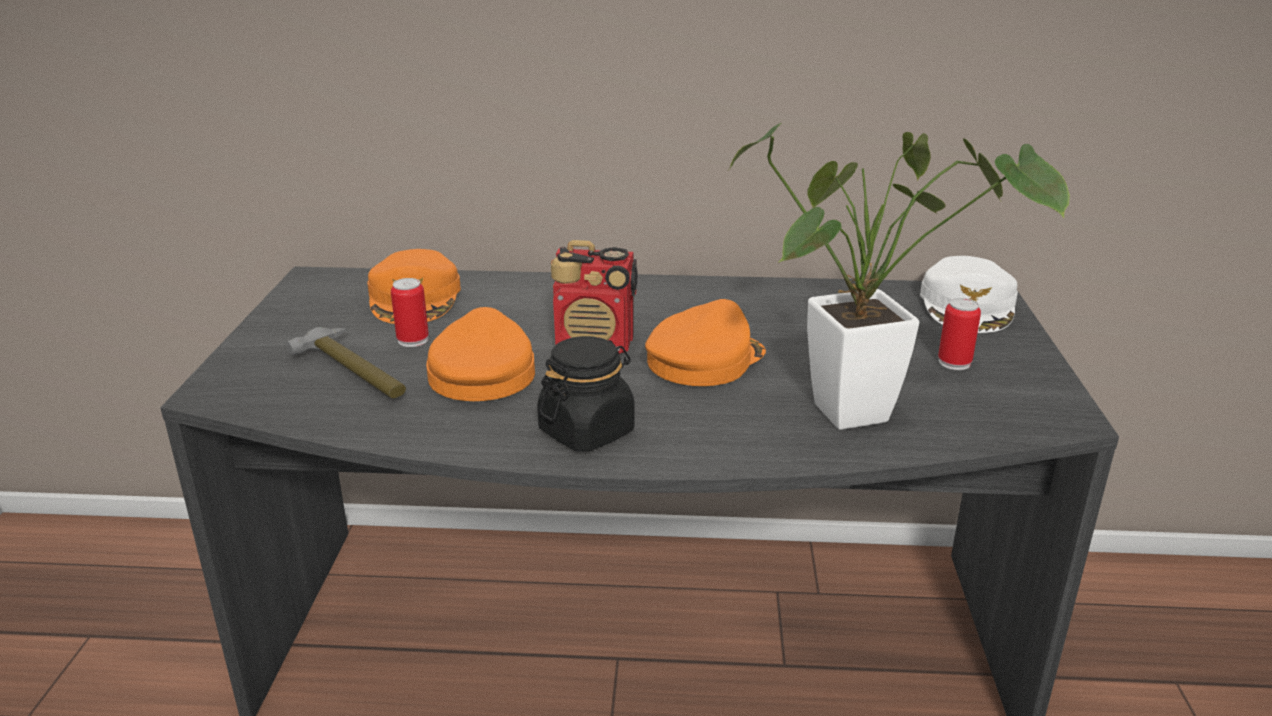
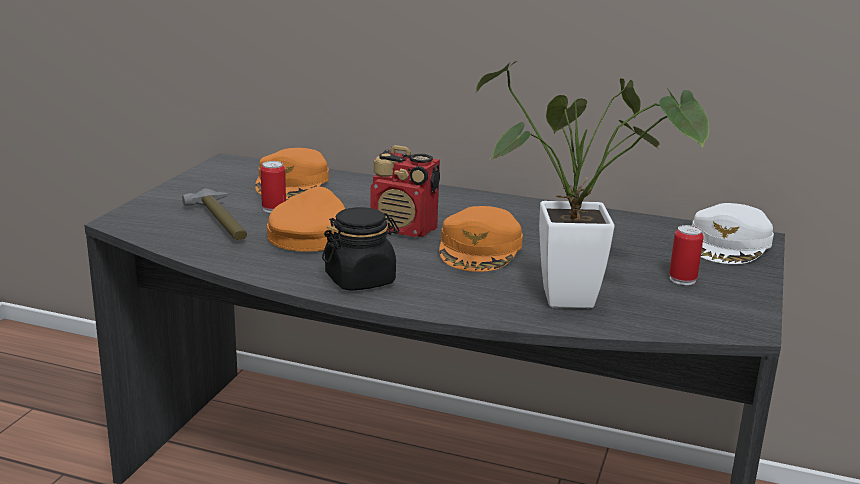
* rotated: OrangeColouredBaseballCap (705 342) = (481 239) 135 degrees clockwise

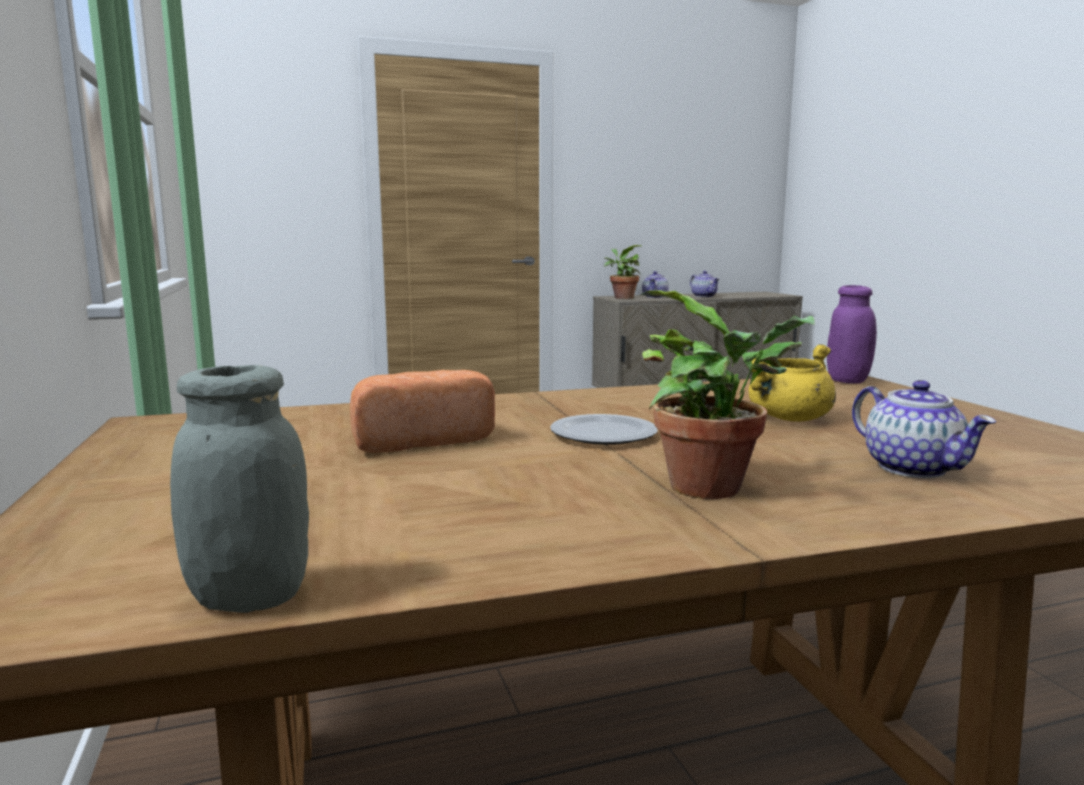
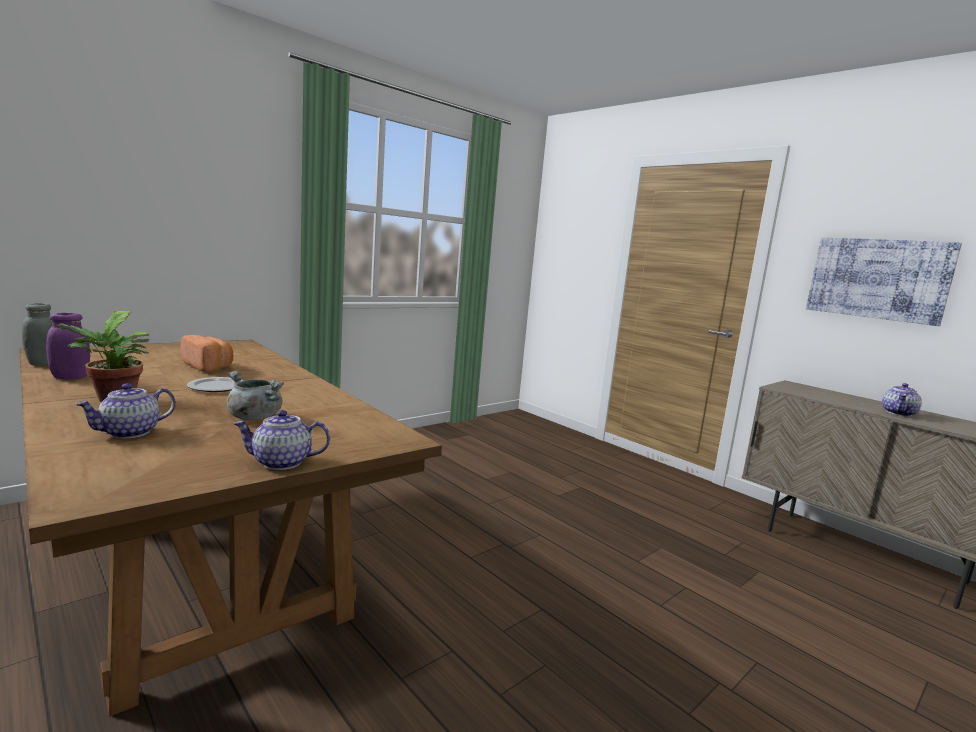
* gone: Houseplant (623 272)
* shifted: Teapot (655 284) to (281 440)
* repainted: YellowishCookingPot (792 383) to GrayCookingPot (255 395)
* shifted: PurplishStorageJar (852 334) to (68 346)
* new: Picture (884 281)

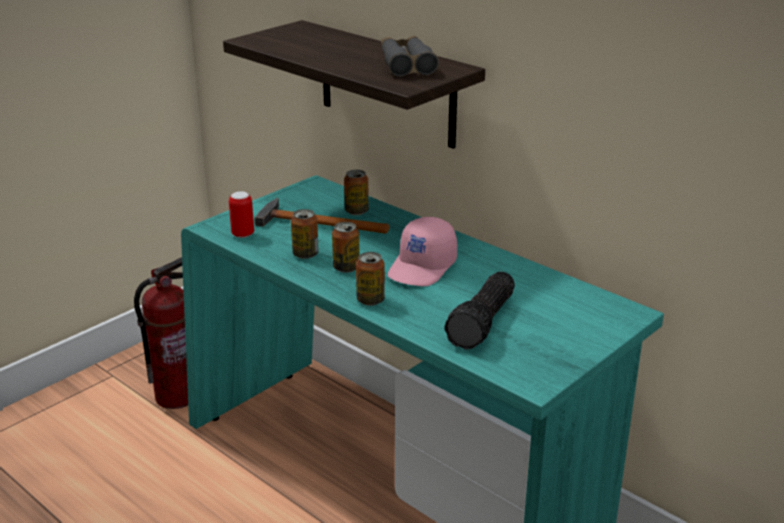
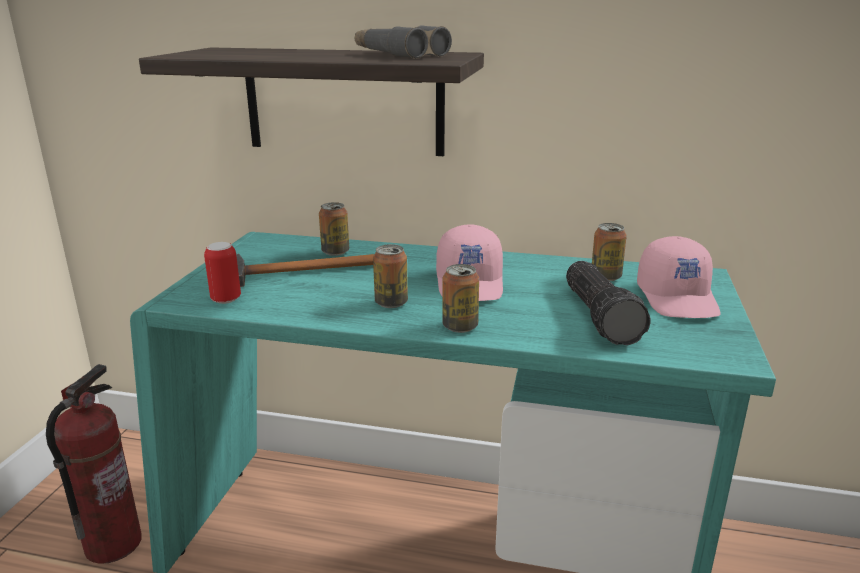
* shifted: SealedCan (305 234) to (609 252)
* new: PinkBaseballCap (679 277)

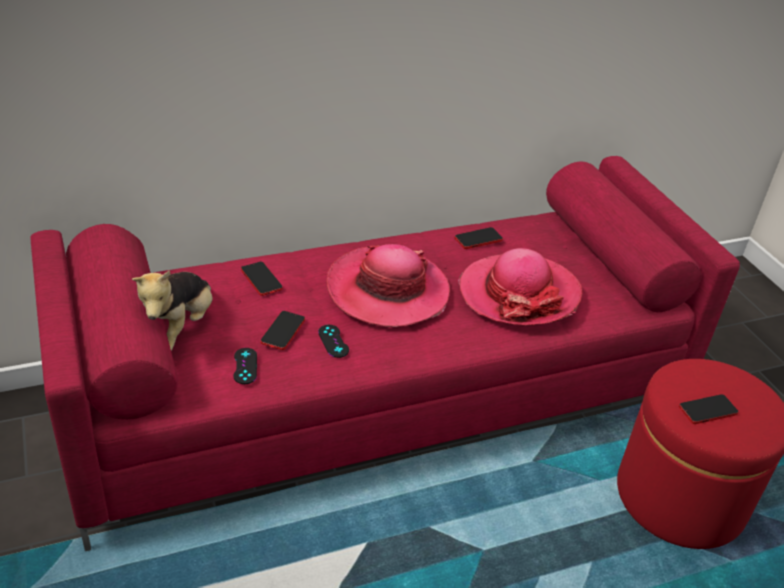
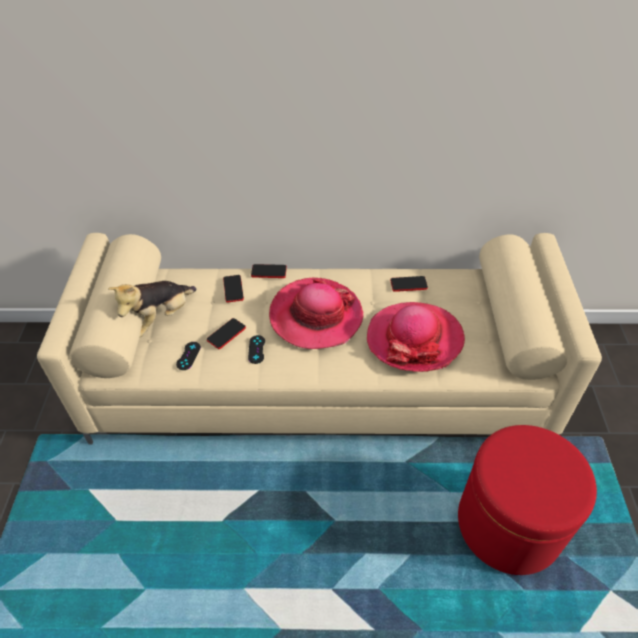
* repainted: RedColouredSettee (385 353) to BeigeSettee (319 339)
* shifted: Telephone (709 409) to (269 271)

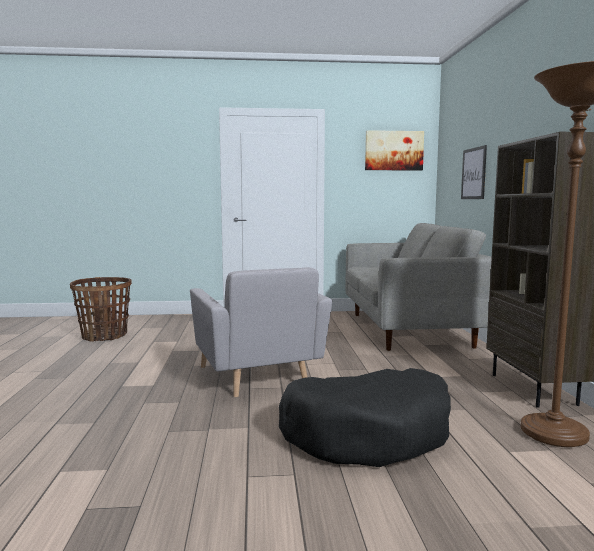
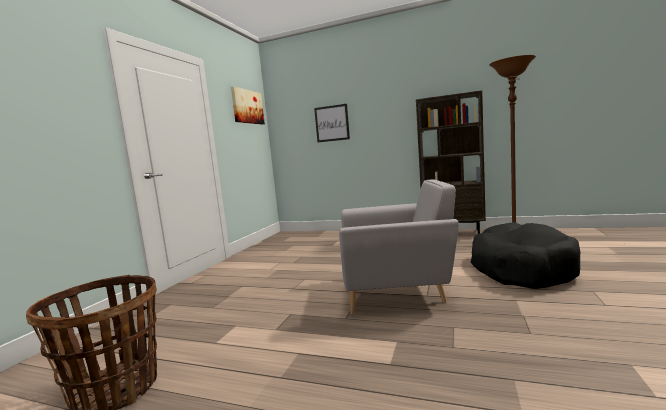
* gone: GraySettee (418 287)

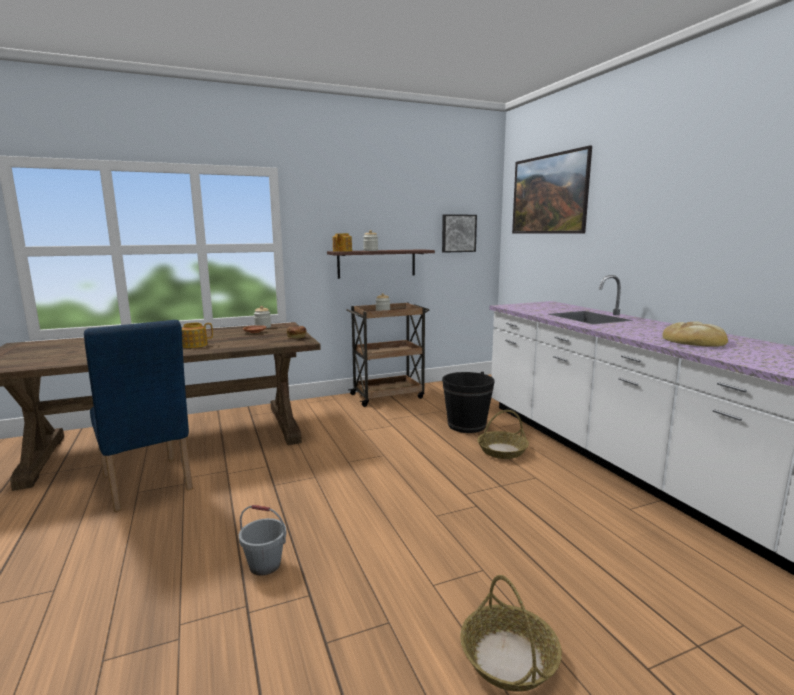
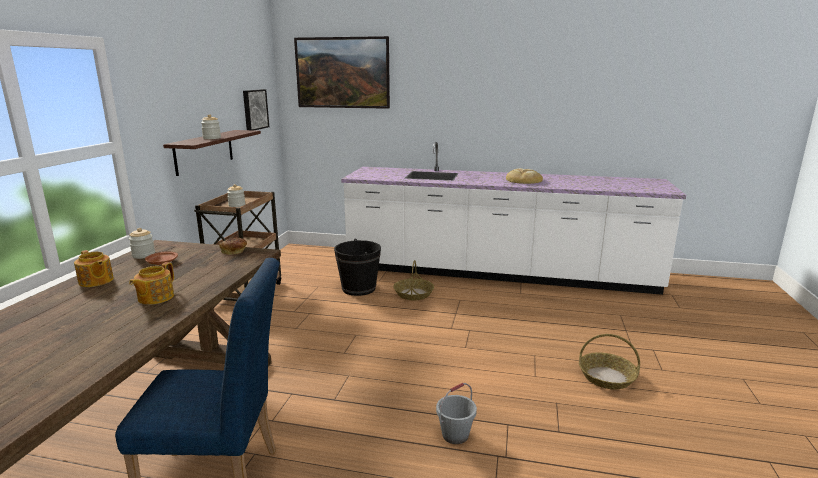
* shifted: Teapot (342 242) to (94 268)

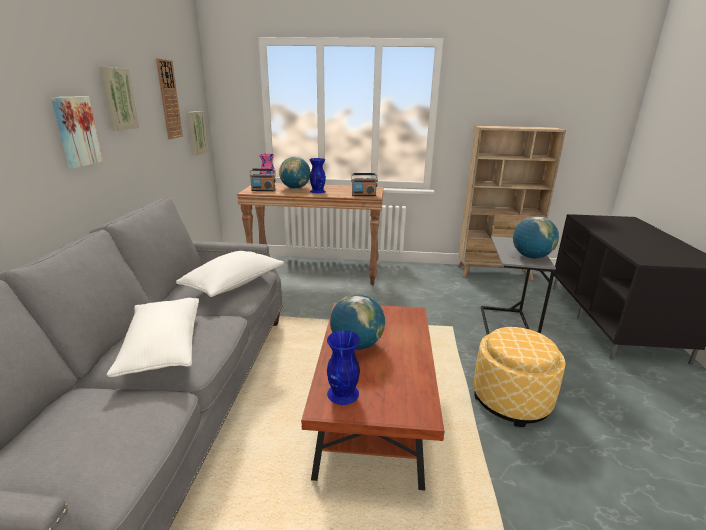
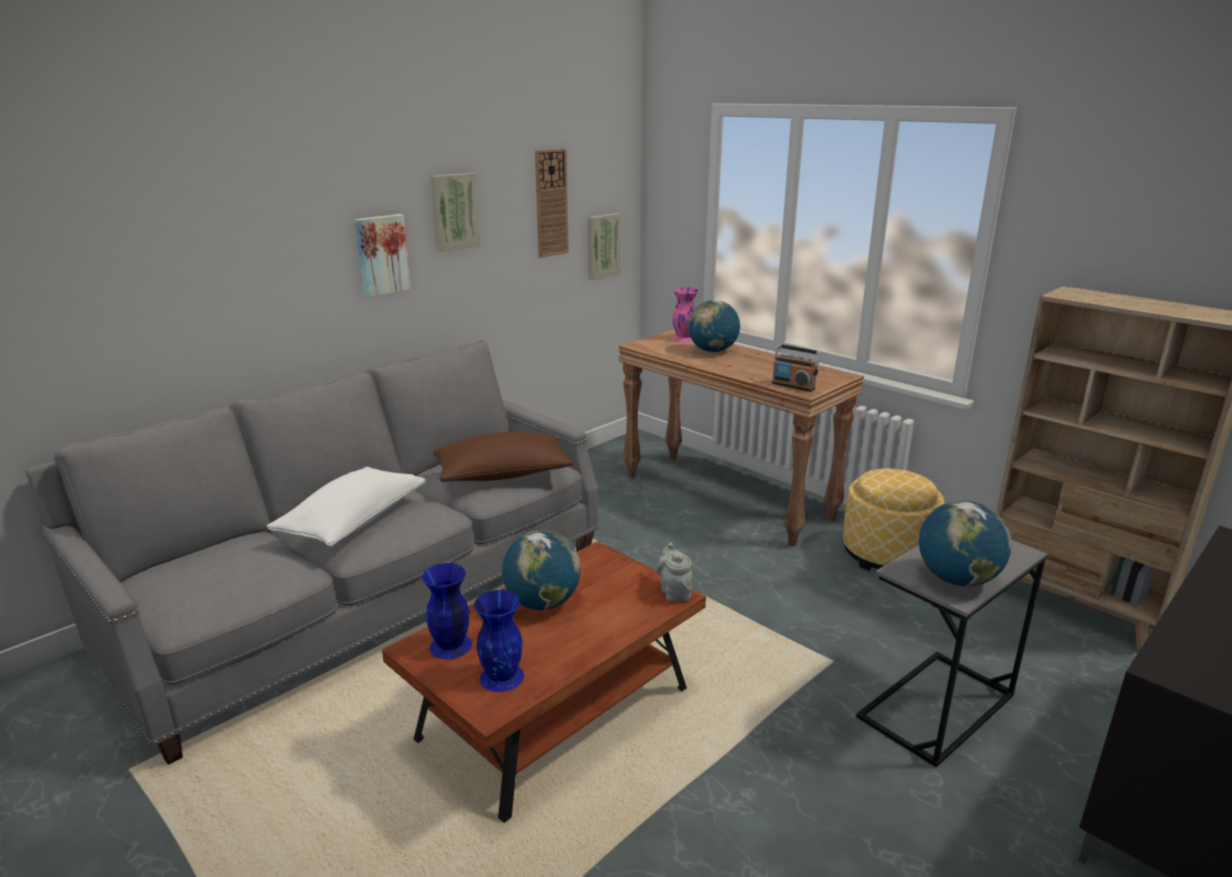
* repainted: WhiteColouredCushion (230 274) to BrownColouredCushion (503 456)
* gone: RadioReceiver (263 180)
* shifted: BlueDecorativeVase (317 175) to (499 641)
* shifted: Pouffe (520 377) to (894 519)
* new: GrayTeapot (674 572)

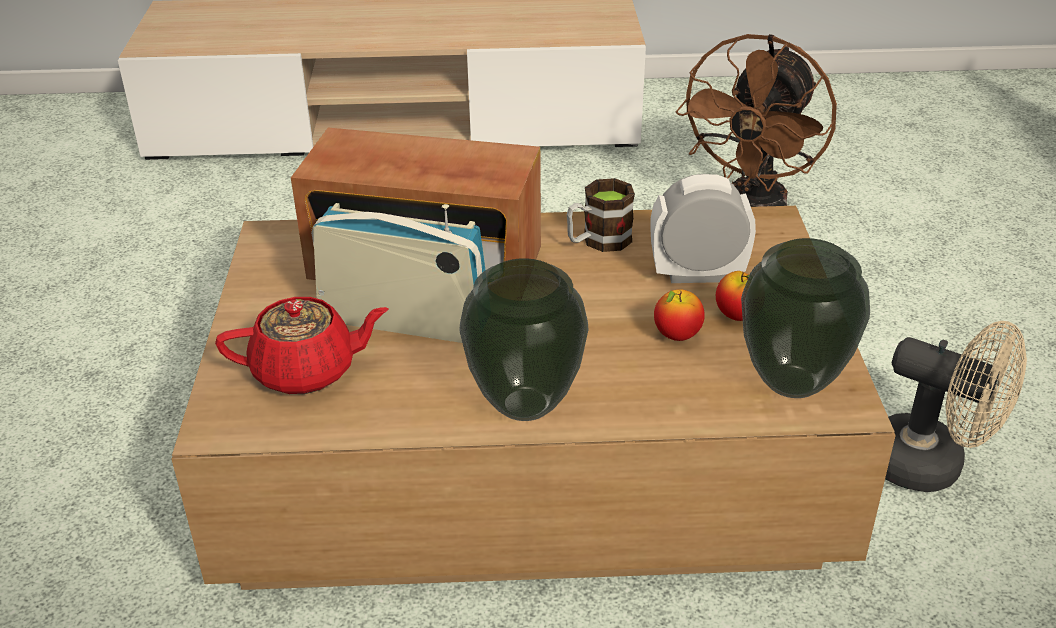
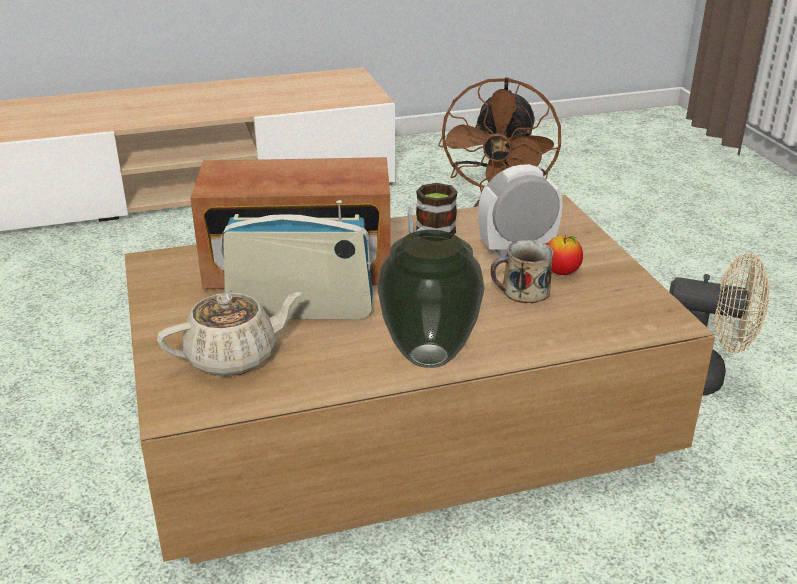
* repainted: RedColouredTeapot (302 345) to BeigeTeapot (229 334)
* swapped: WholeApple (679 315) to TeaMug (522 271)
* gone: DecorativeVase (805 318)

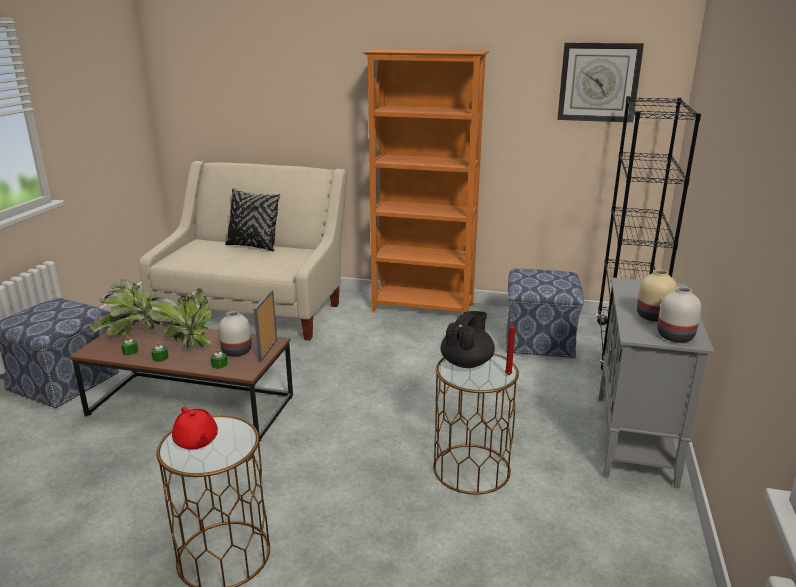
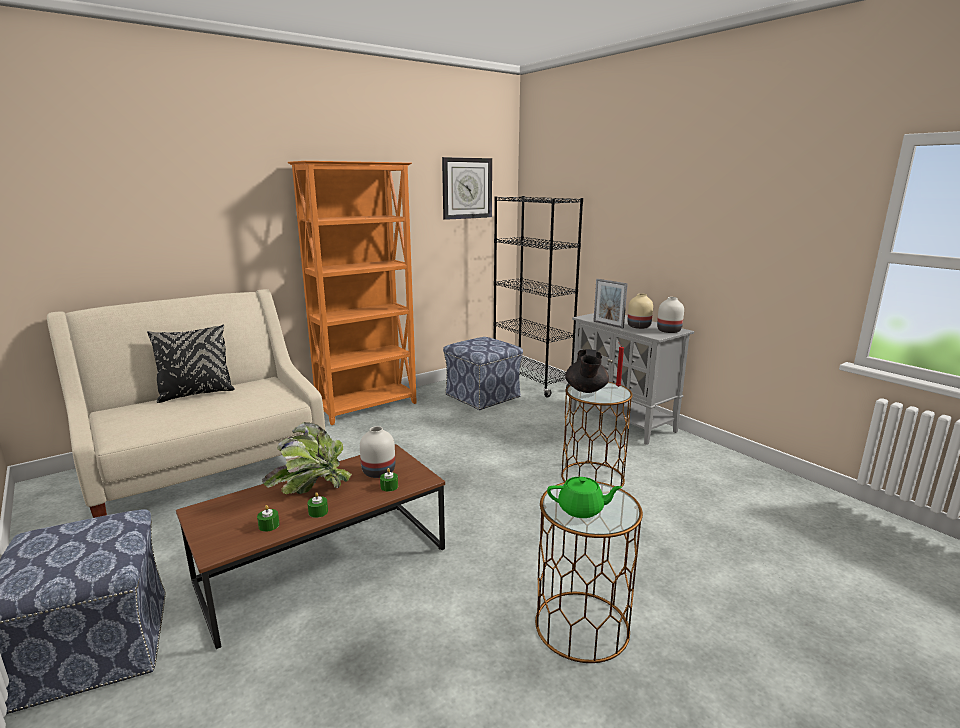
* gone: Houseplant (126 308)
* repainted: RedColouredTeapot (195 428) to GreenColouredTeapot (584 497)
* shifted: StandingFrame (265 325) to (610 303)
* rotated: BlackishTeapot (467 339) = (587 371) 150 degrees counterclockwise

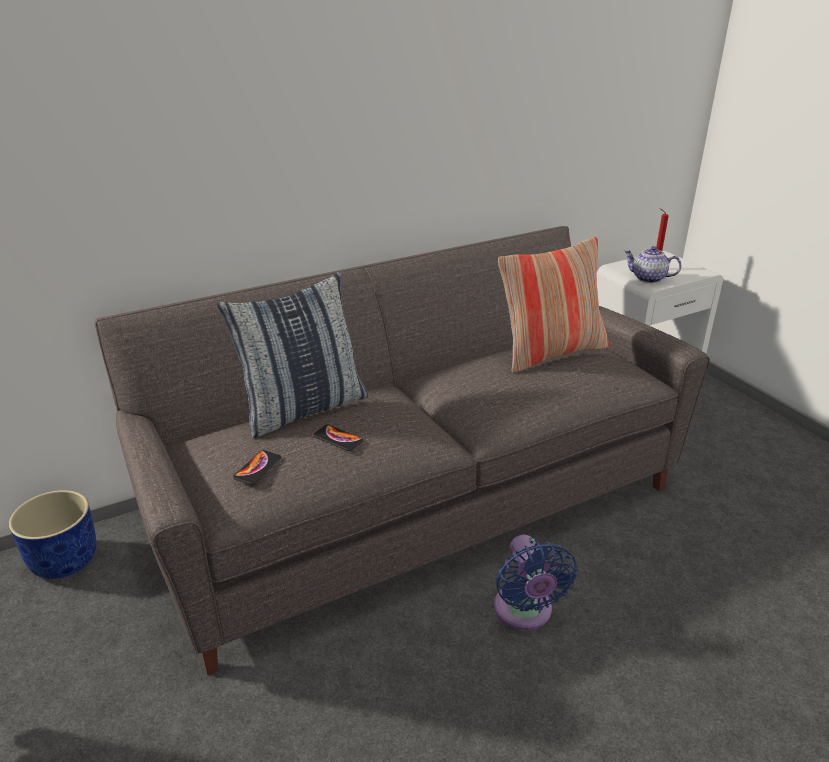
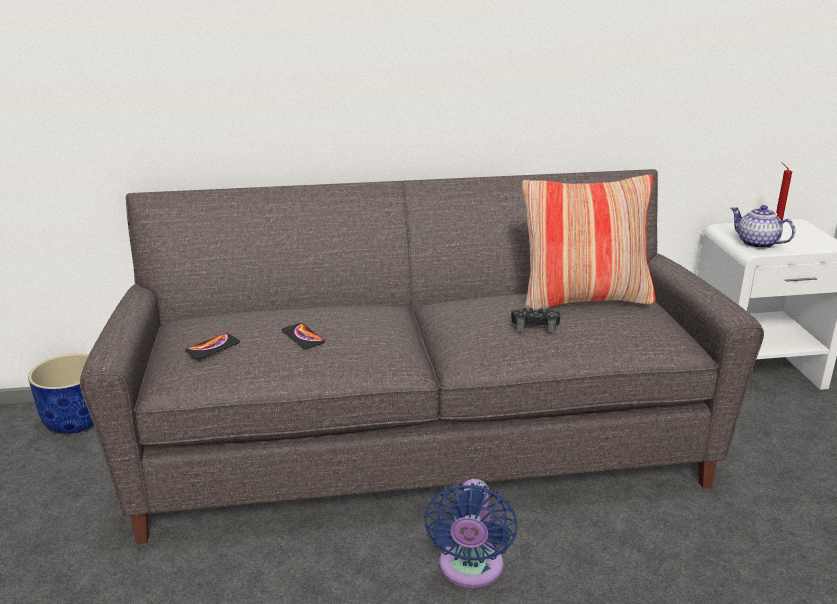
* gone: Cushion (292 355)
* new: BlackishJoypad (535 319)

